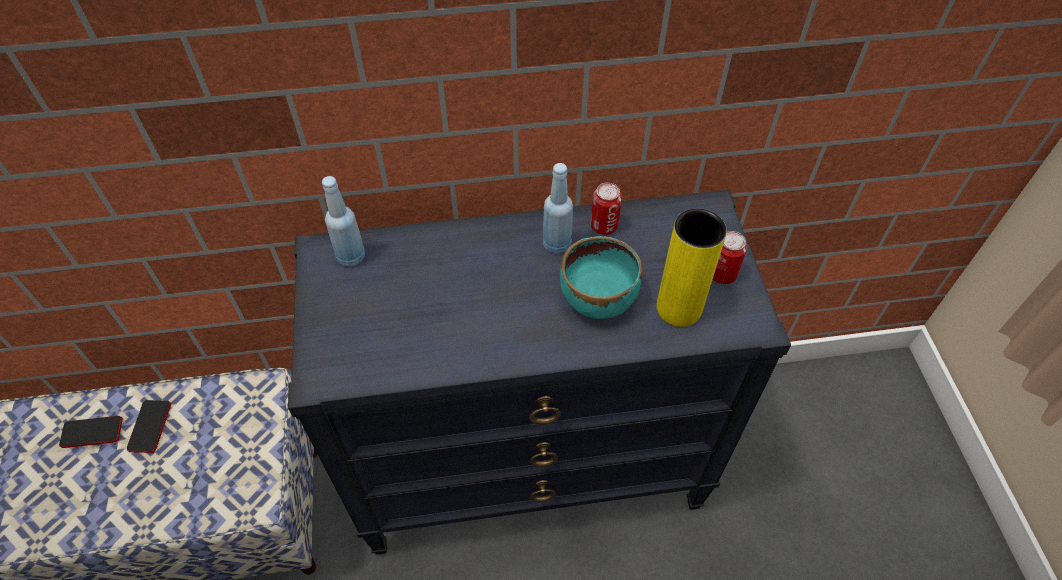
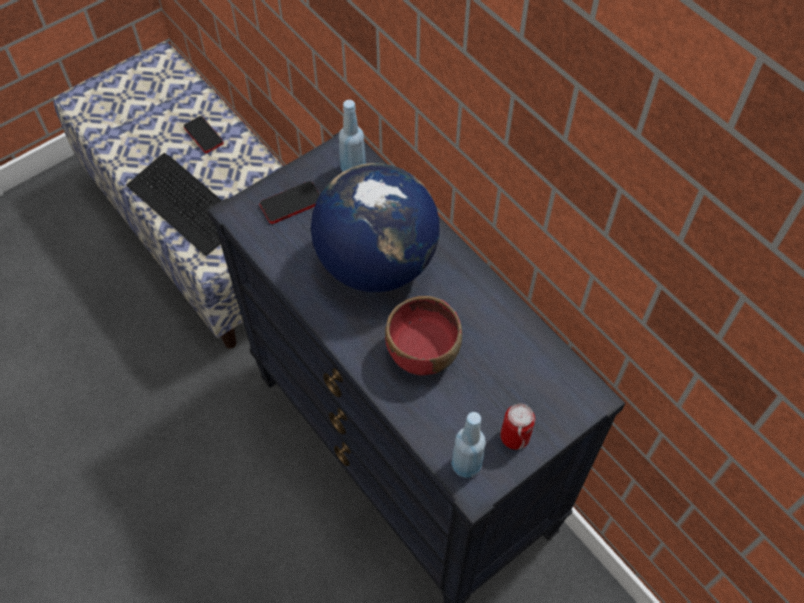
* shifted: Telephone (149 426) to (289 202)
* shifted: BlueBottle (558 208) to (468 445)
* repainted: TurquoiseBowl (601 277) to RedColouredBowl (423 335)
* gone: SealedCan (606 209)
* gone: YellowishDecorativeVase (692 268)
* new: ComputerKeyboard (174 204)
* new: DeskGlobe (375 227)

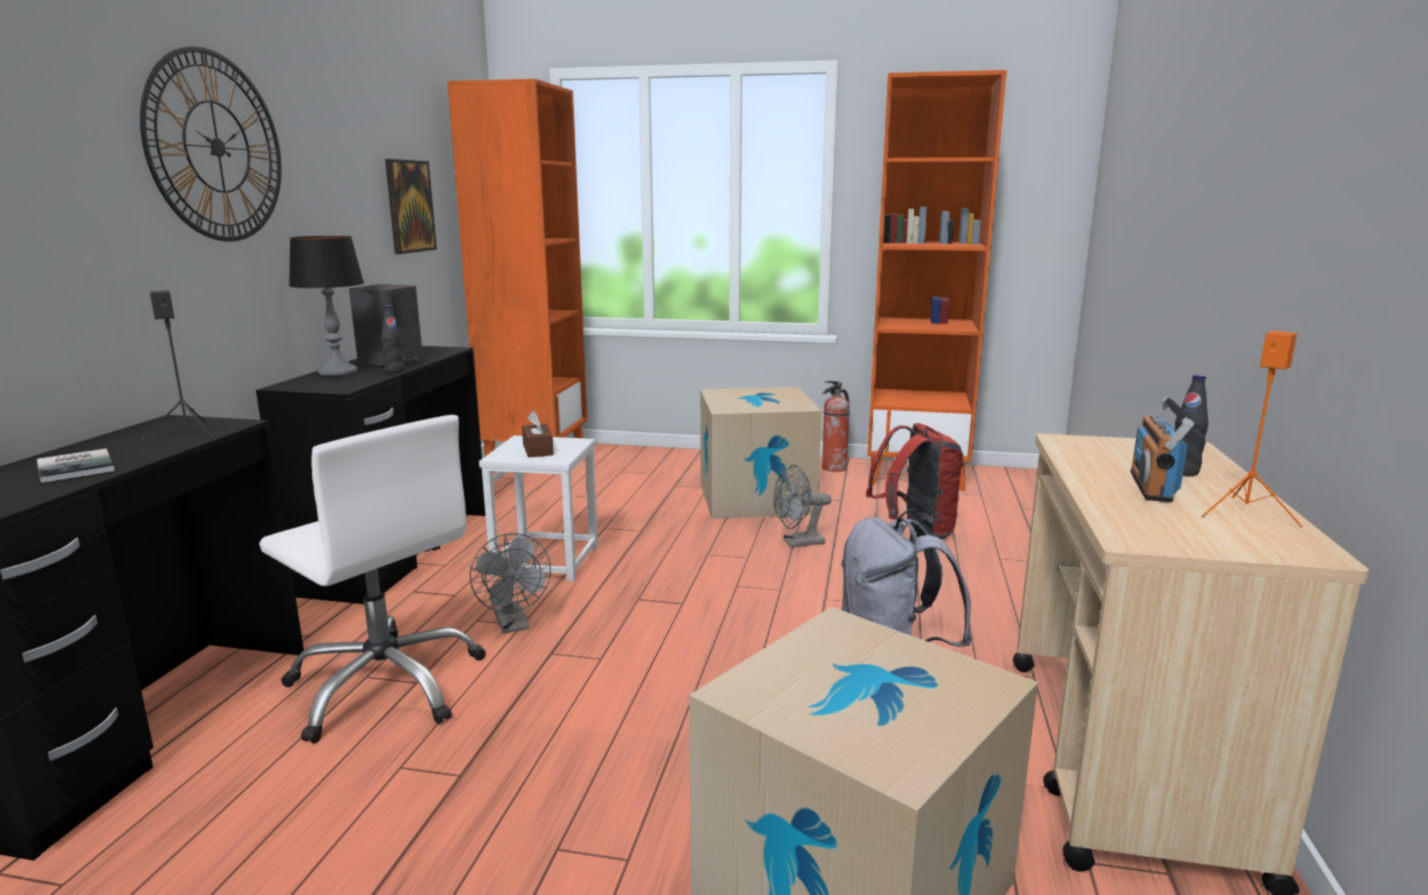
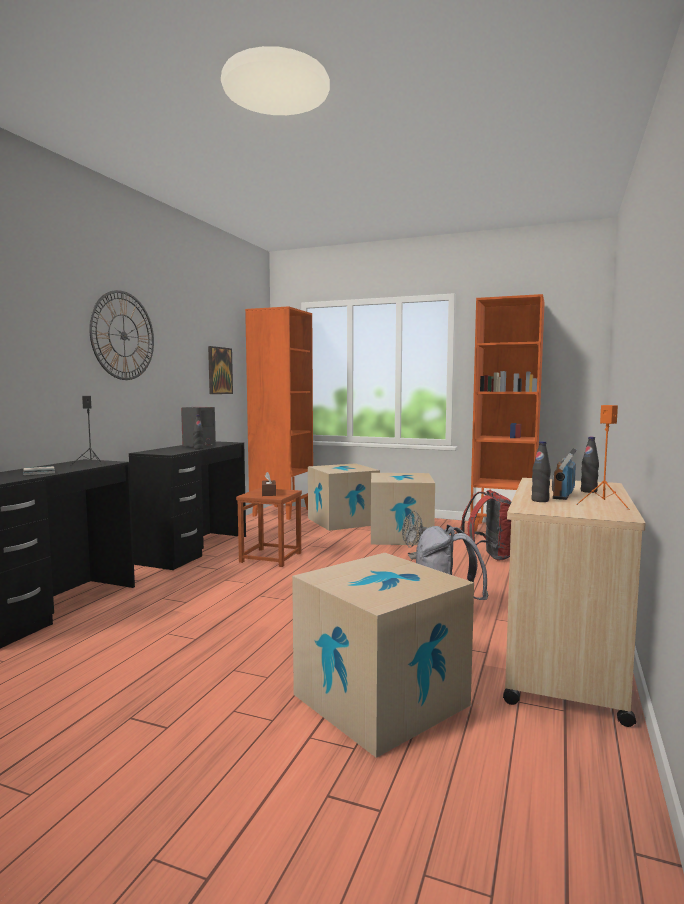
* gone: WhiteColouredDeskChair (372 579)
* gone: TableLamp (326 306)
* gone: GrayFan (510 583)
* repainted: WhiteColouredStool (538 509) to BrownColouredStool (269 527)
* gone: Extinguisher (836 426)
* new: CardboardBox (344 497)
* new: BlackishBottle (541 471)

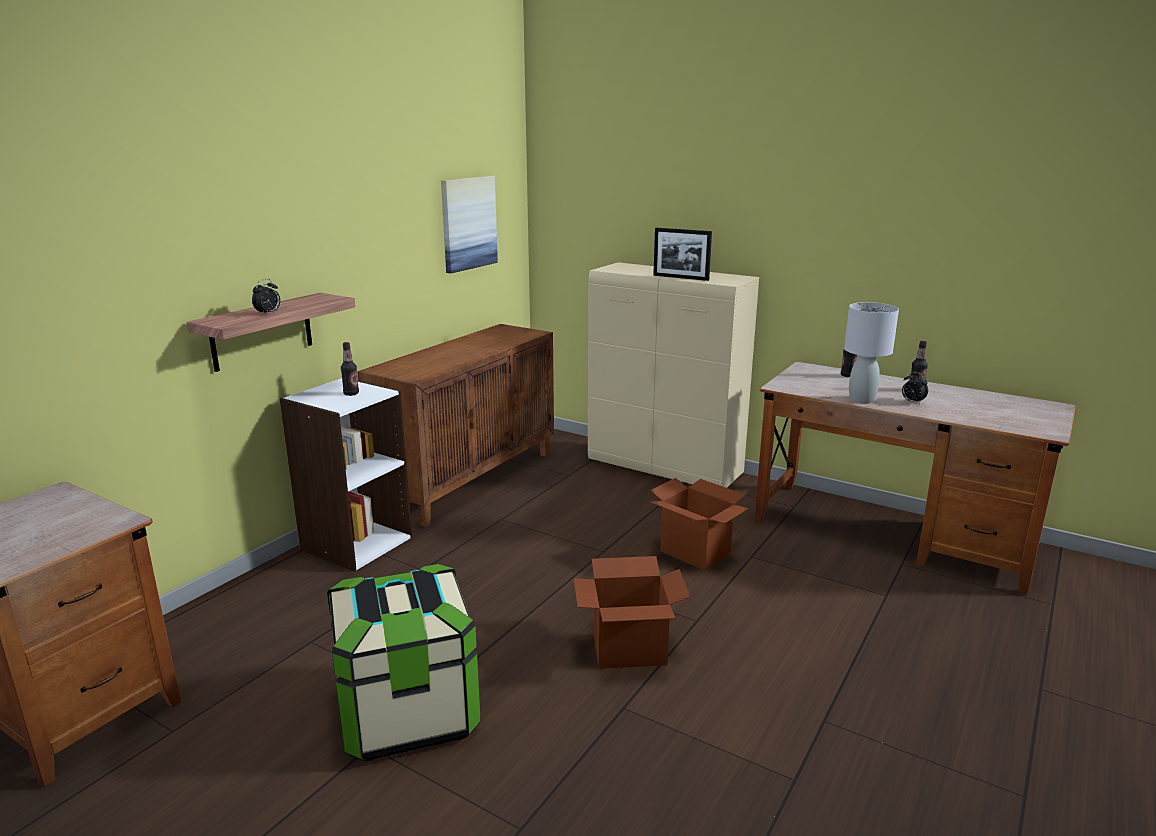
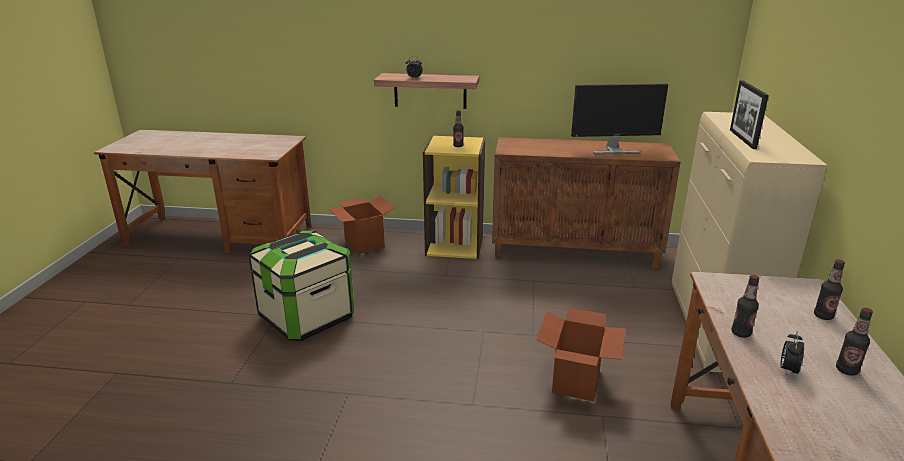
* repainted: WhiteColouredBookshelf (345 475) to YellowishBookshelf (454 197)
* gone: Picture (469 224)
* shifted: CardboardBox (632 612) to (362 225)
* swapped: GrayTableLamp (871 353) to Bottle (745 306)
* new: ComputerDisplay (619 119)

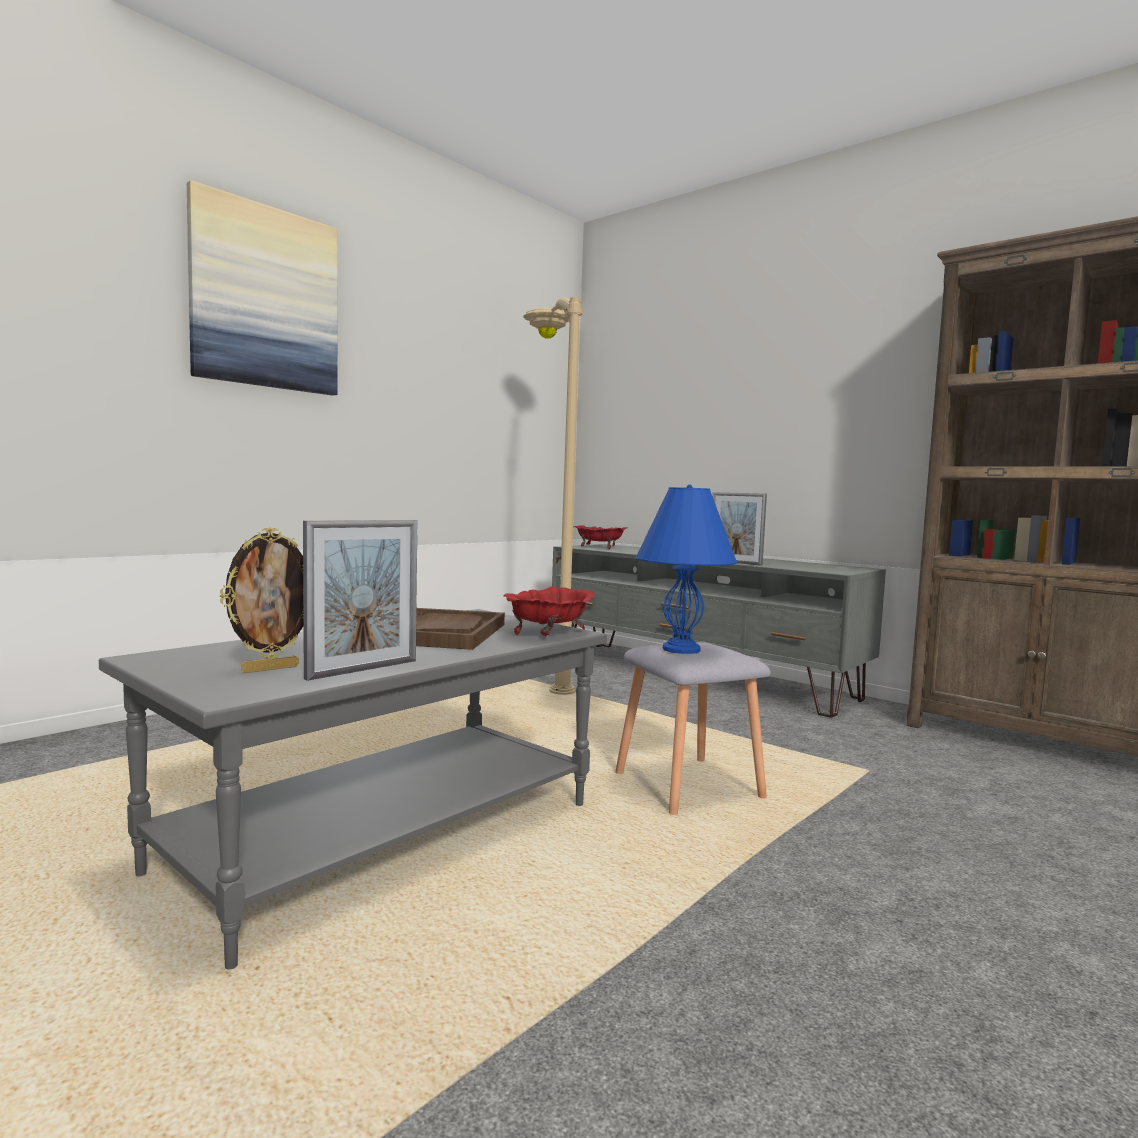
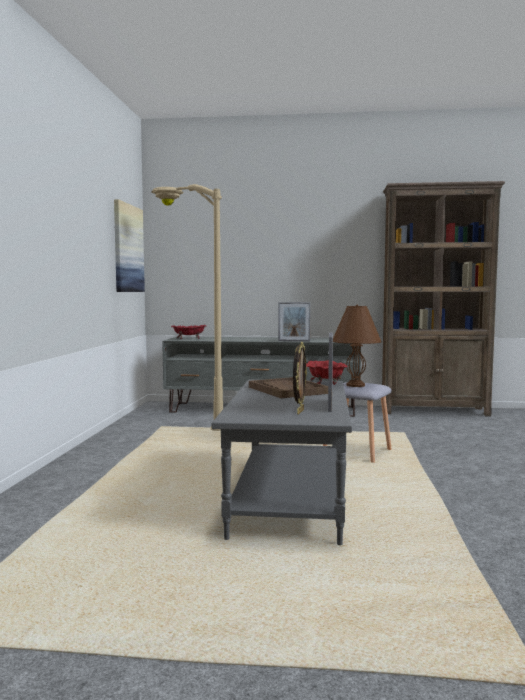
* shifted: Picture (262 288) to (129 245)
* repainted: BlueTableLamp (687 569) to BrownColouredTableLamp (357 345)

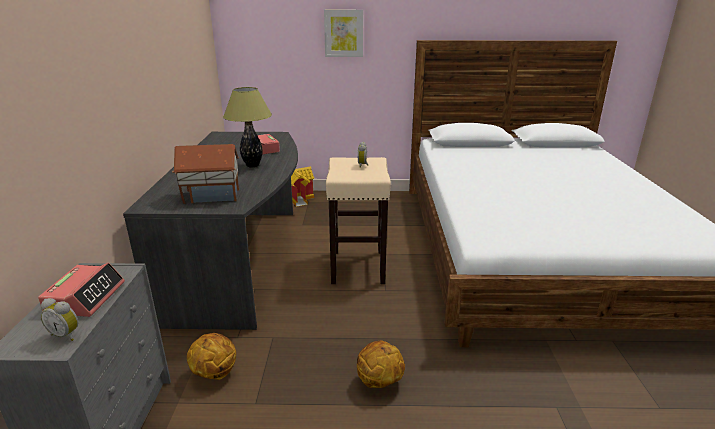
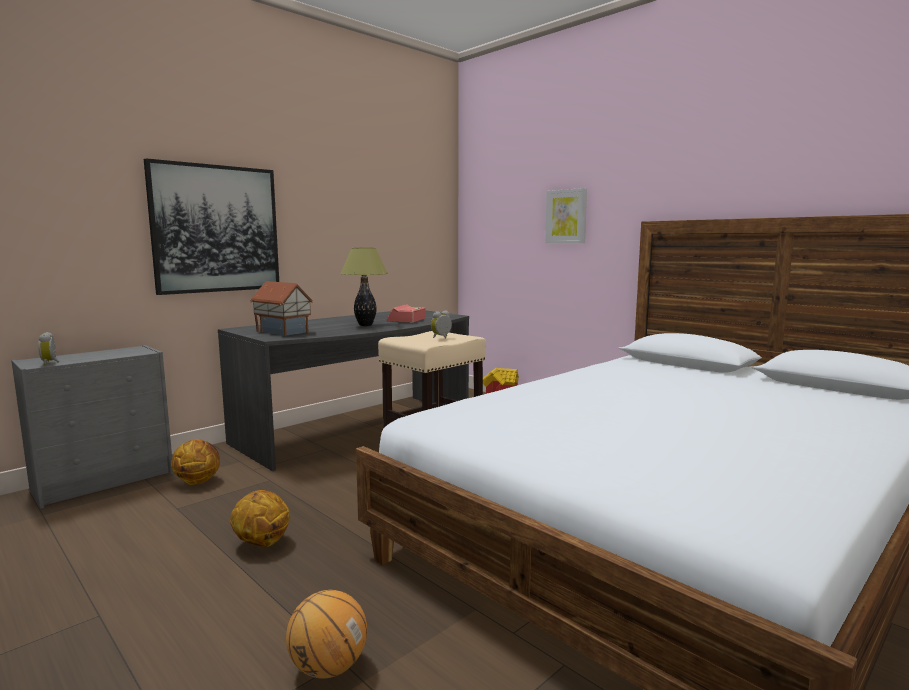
* gone: BedsideClock (81 290)
* new: Picture (211 226)
* new: BallForBasketball (326 634)

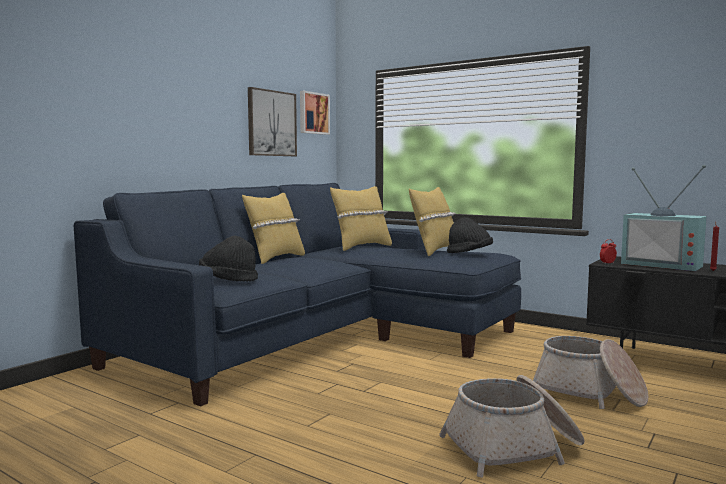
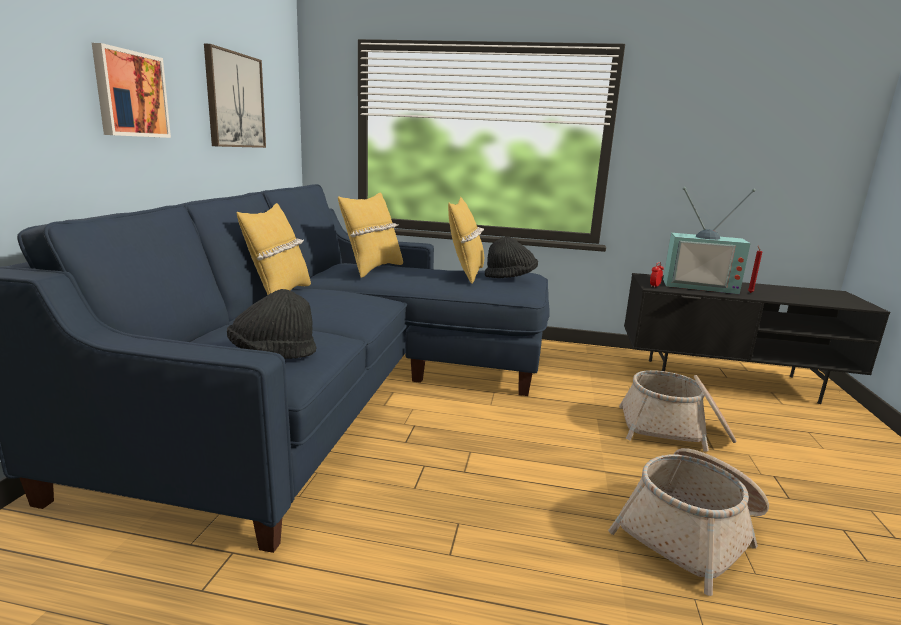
* shifted: Picture (315 113) to (131 90)

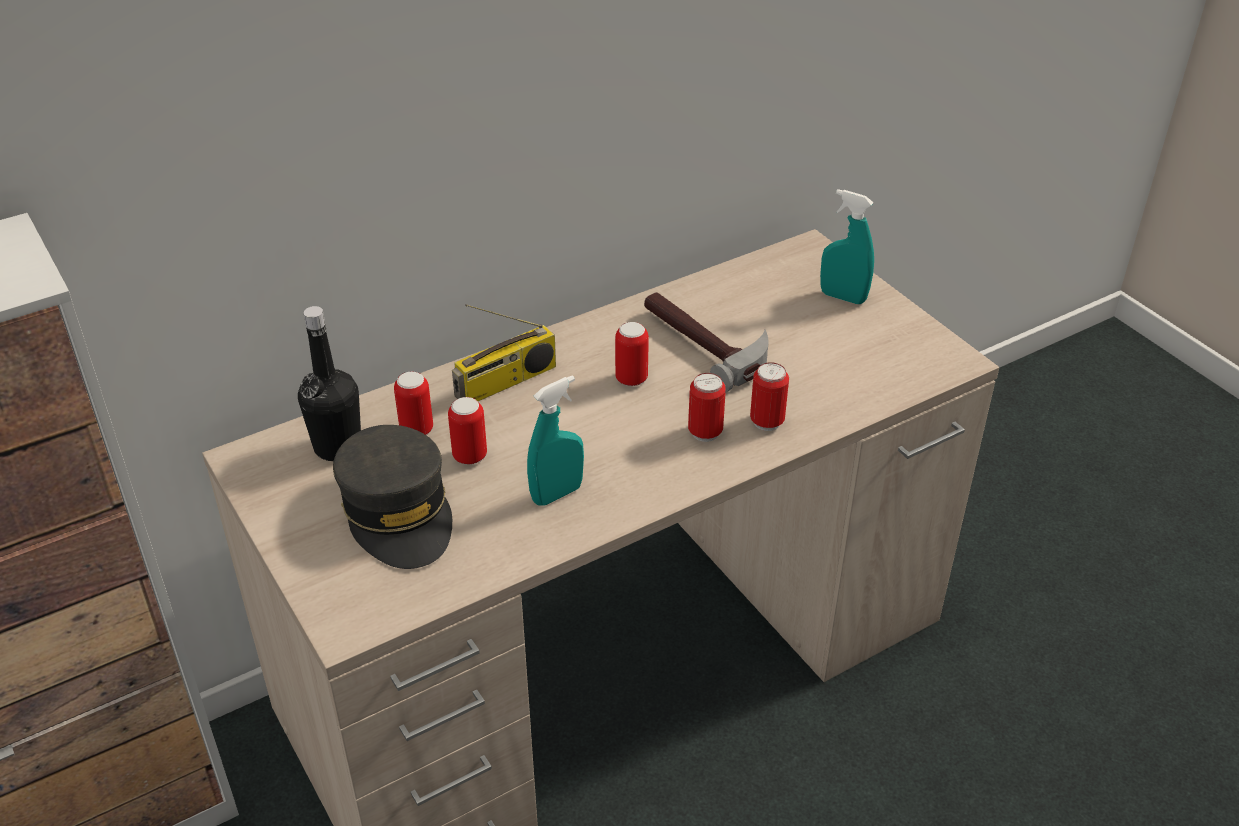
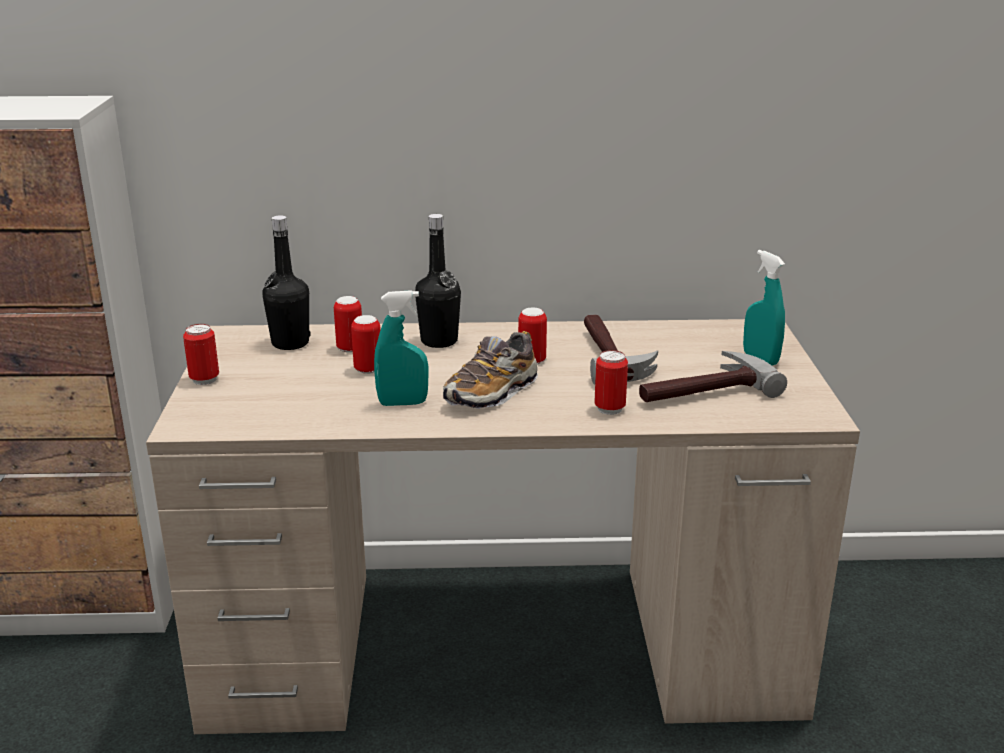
* gone: GrayBaseballCap (392 497)
* swapped: RadioReceiver (504 352) to BlackishBottle (438 281)
* shifted: SealedCan (707 407) to (201 354)
* new: Shoe (490 370)
* new: HandHammer (713 376)

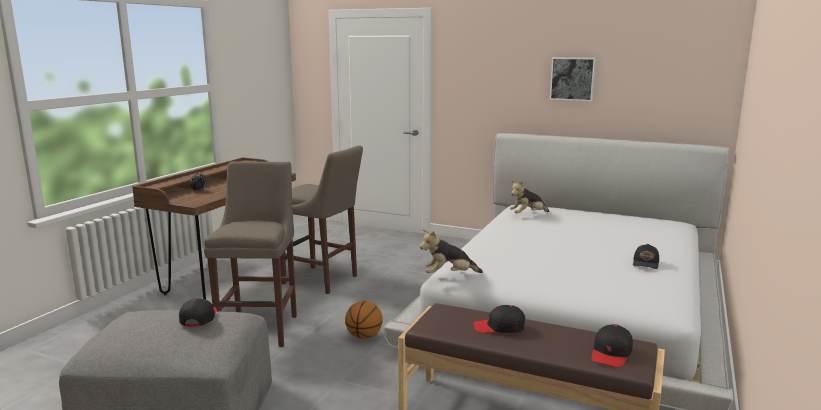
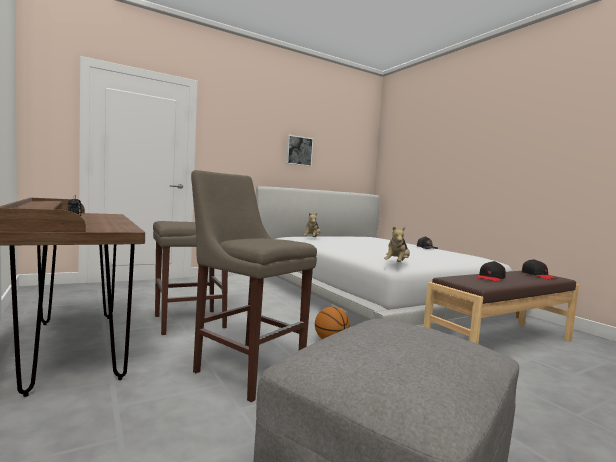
* gone: BlackishBaseballCap (198 312)

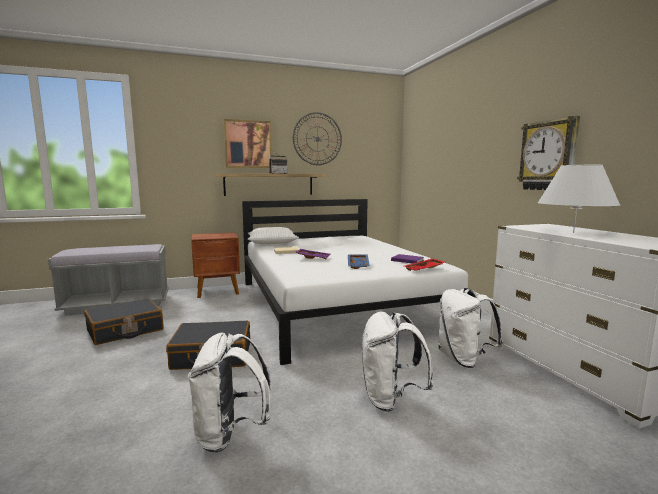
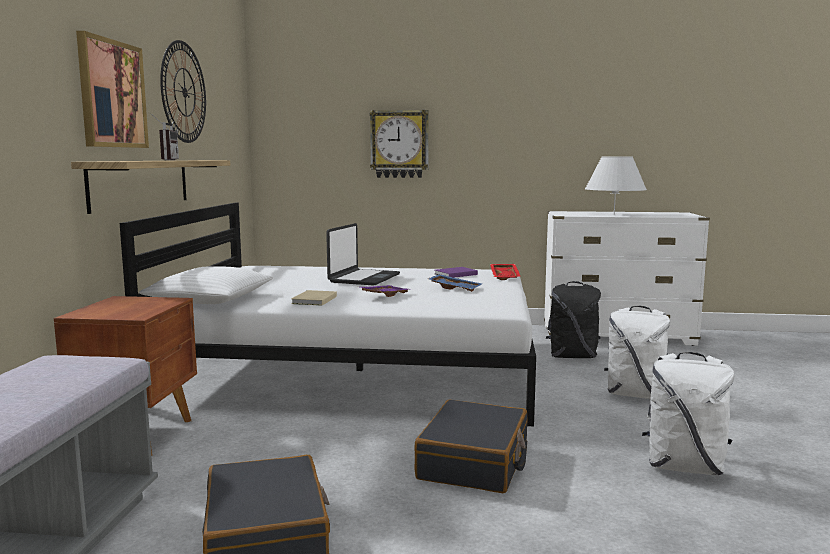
* repainted: WhiteColouredRucksack (470 328) to BlackishRucksack (573 319)
* shifted: HangingClock (548 153) to (399 144)
* new: PortableComputer (363 254)

